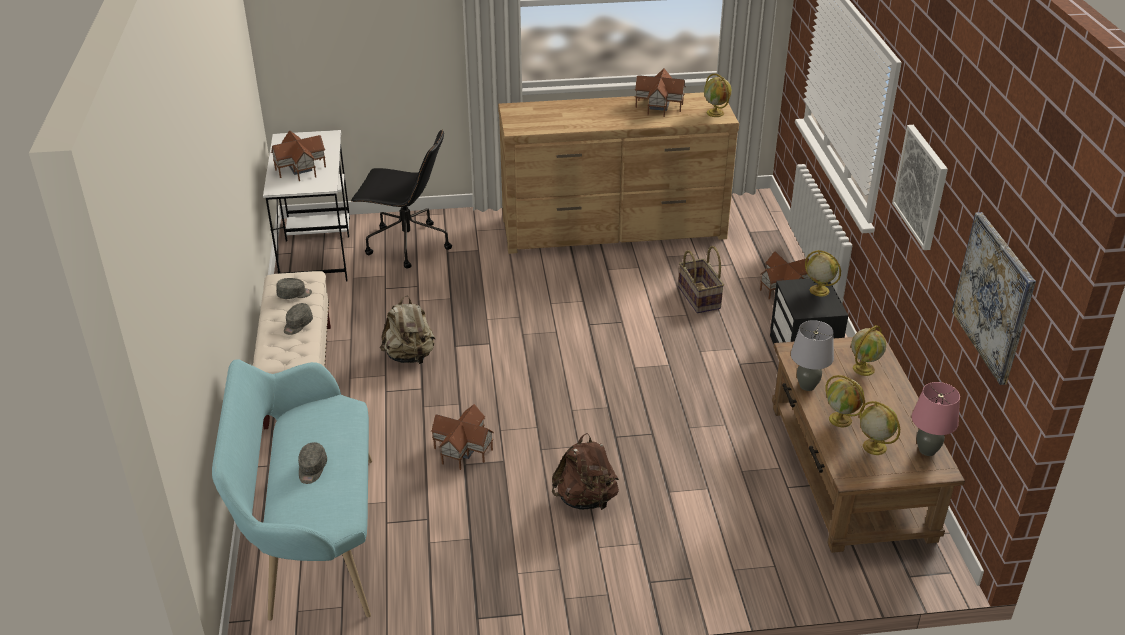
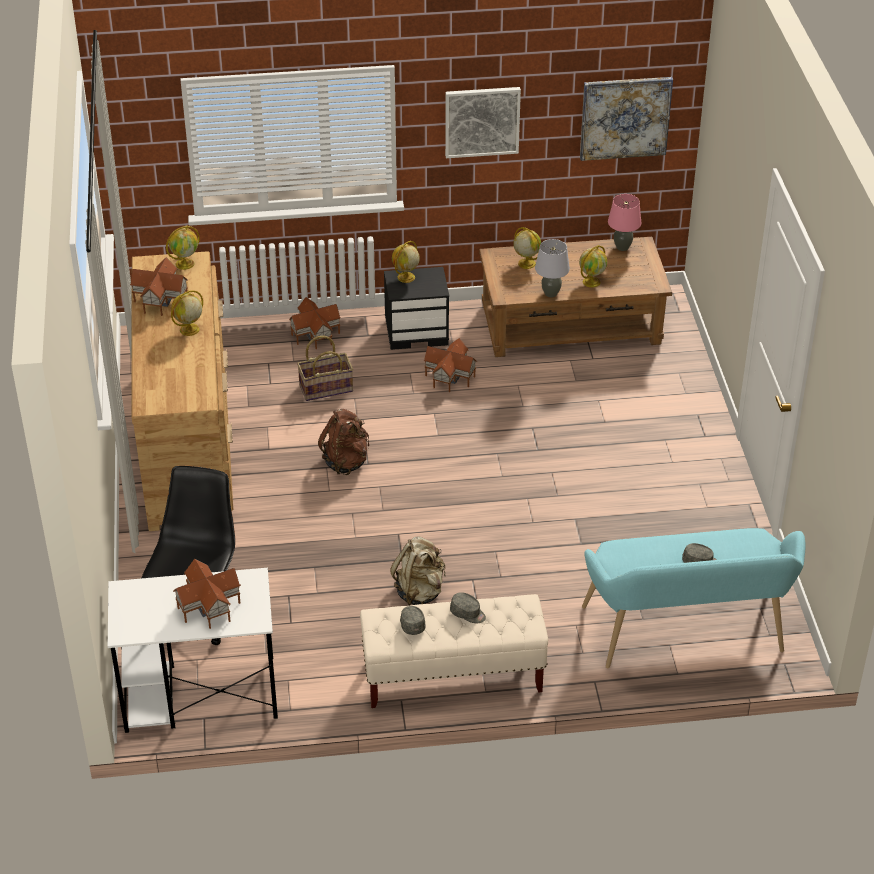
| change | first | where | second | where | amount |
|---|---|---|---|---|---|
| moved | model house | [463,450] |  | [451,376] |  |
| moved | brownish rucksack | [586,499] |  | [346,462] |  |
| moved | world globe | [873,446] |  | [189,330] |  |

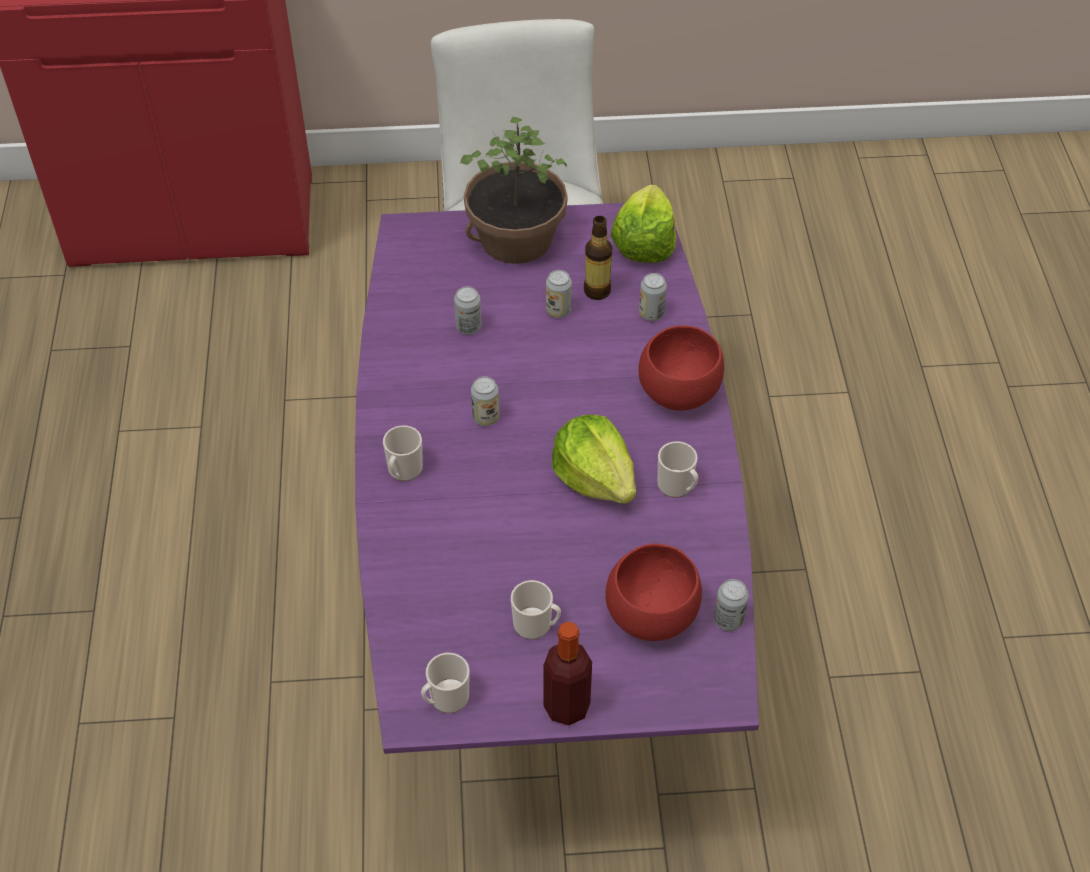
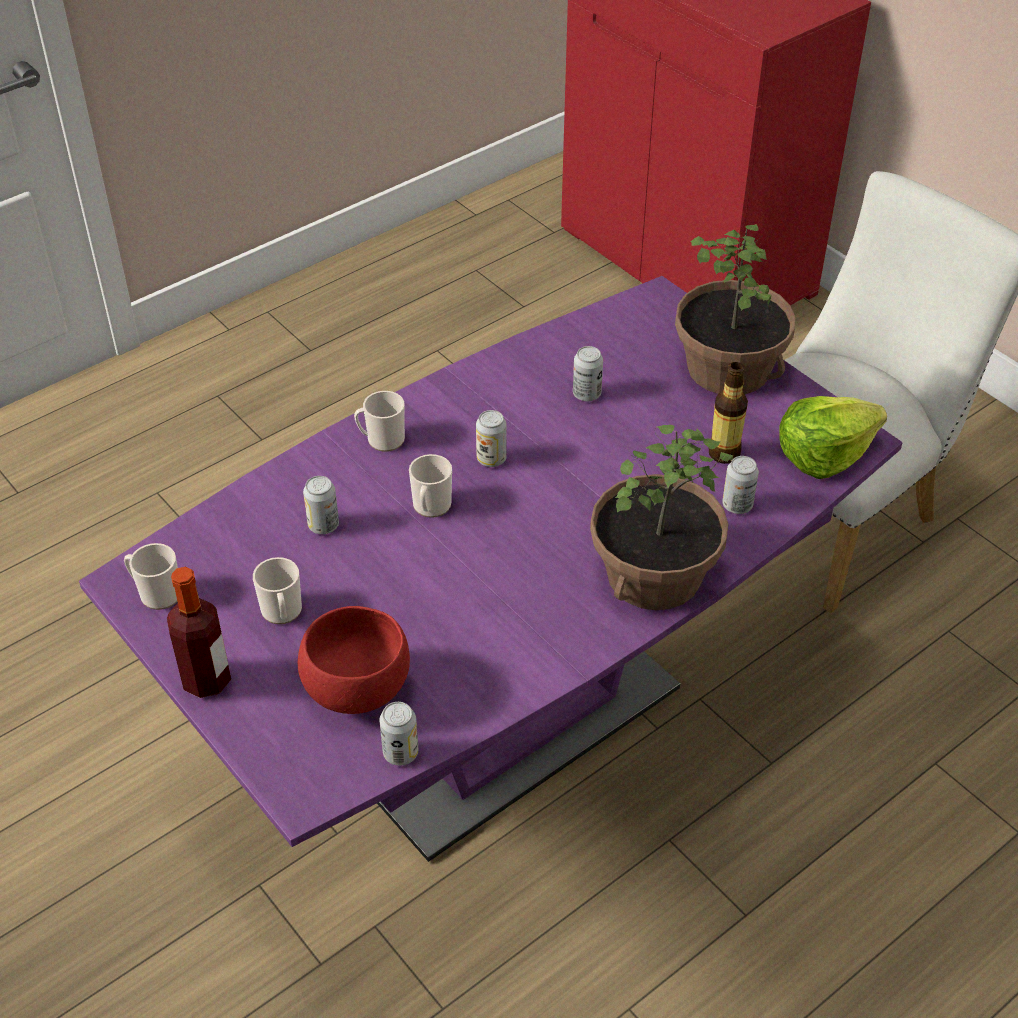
| change | first | where | second | where | amount |
|---|---|---|---|---|---|
| moved | can | [558,310] |  | [323,525] |  |
| removed | lettuce | [595,477] |  |  |  |
| replaced | red-coloured deep dish | [676,393] | potted plant | [653,574] |  |
| moved | coffee mug | [677,487] |  | [430,507] |  |

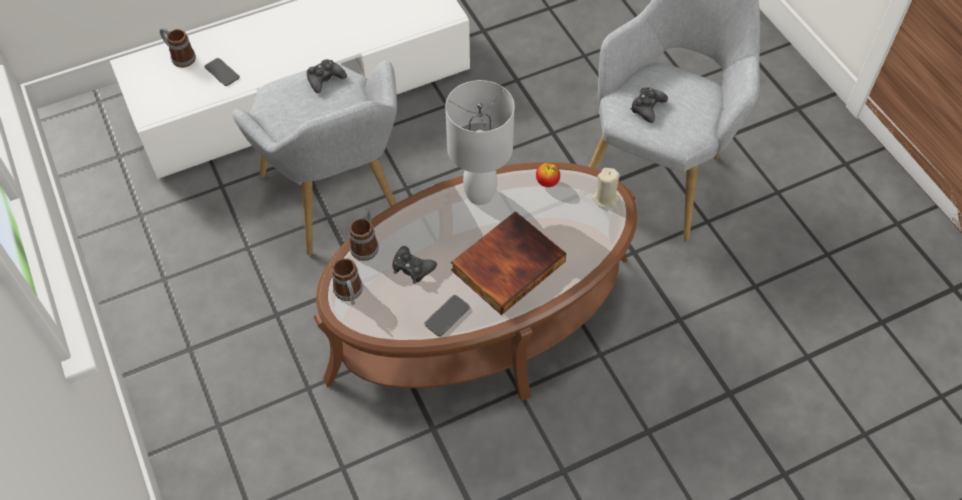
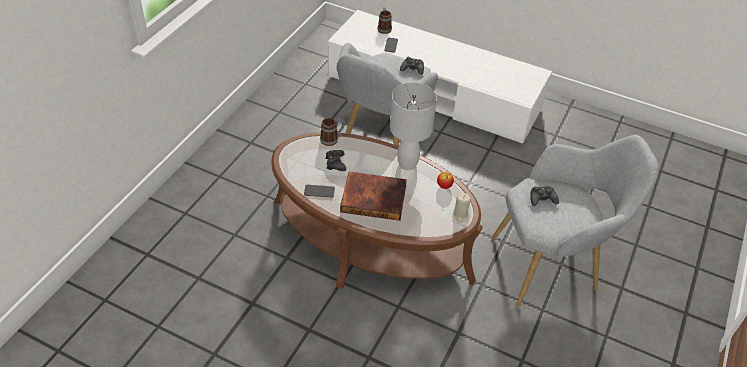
| change | first | where | second | where | amount |
|---|---|---|---|---|---|
| removed | coffee mug | [349,294] |  |  |  |

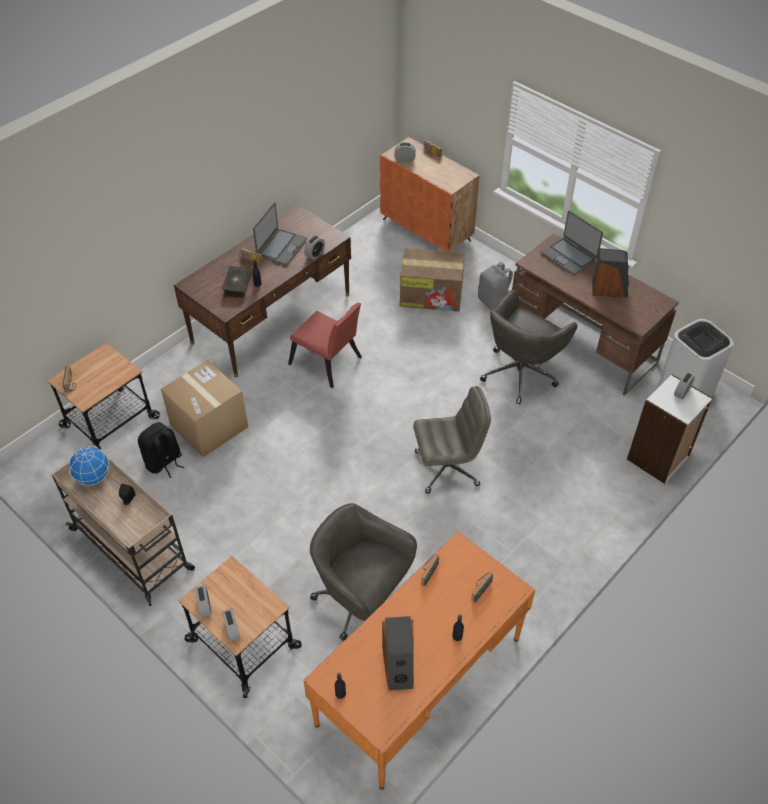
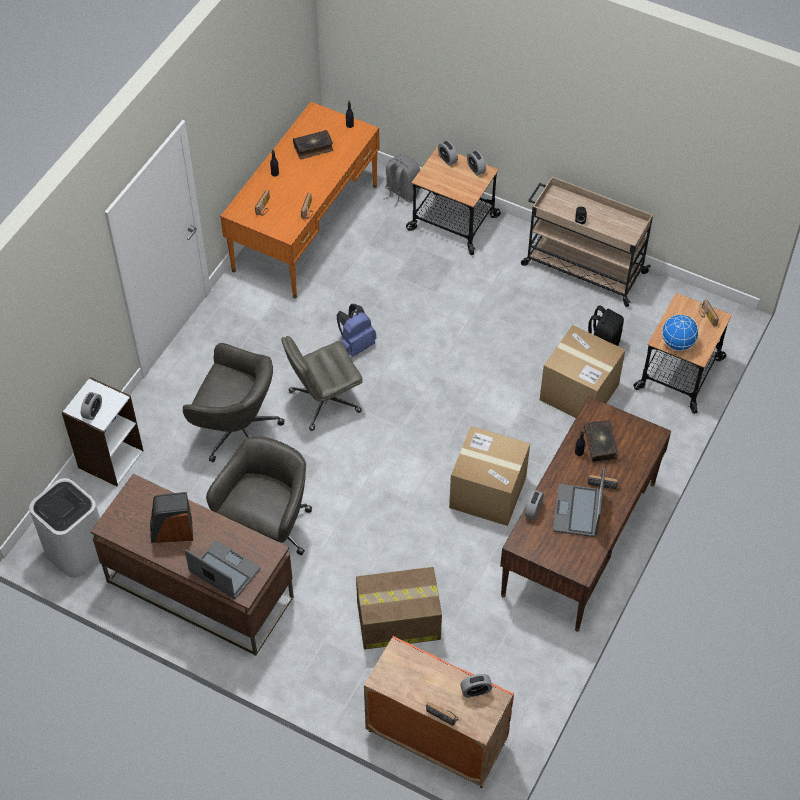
| change | first | where | second | where | amount |
|---|---|---|---|---|---|
| moved | world globe | [93,477] |  | [677,343] |  |
| replaced | red-coloured plain chair | [328,363] | carton | [488,492] |  |
| moved | gray office chair | [361,600] |  | [237,431] |  |
| replaced | speaker | [399,666] | volume | [313,148] |  |
| moved | gray rucksack | [494,302] |  | [401,193] |  |
| added |  |  | blue rucksack | [356,345] |  |

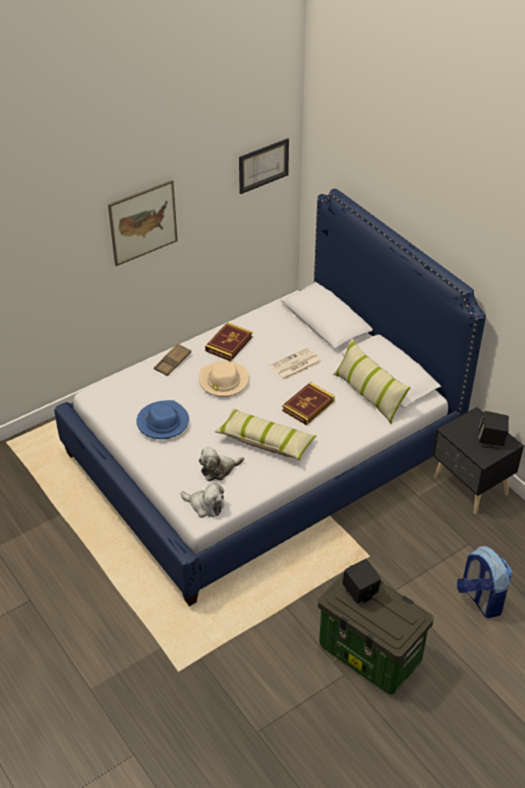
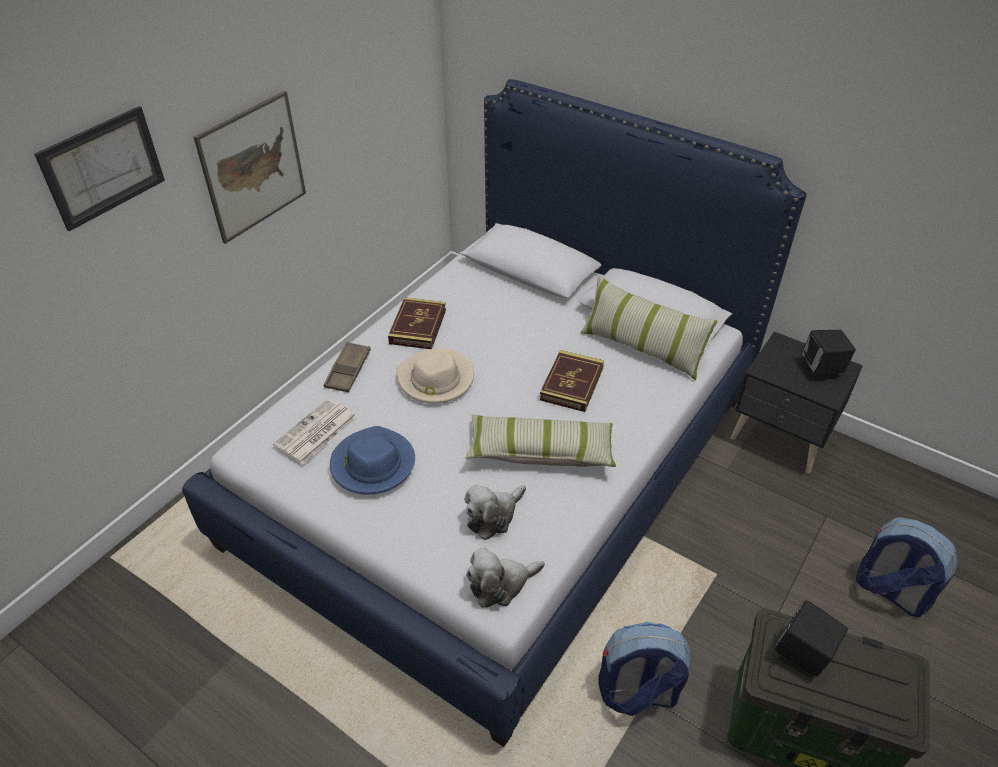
| change | first | where | second | where | amount |
|---|---|---|---|---|---|
| turned | soft toy | [205,506] |  | [501,584] | 150 degrees clockwise |
| moved | picture | [263,165] |  | [103,167] |  |
| moved | newspaper | [295,365] |  | [316,432] |  |
| added |  |  | rucksack | [637,692] |  |

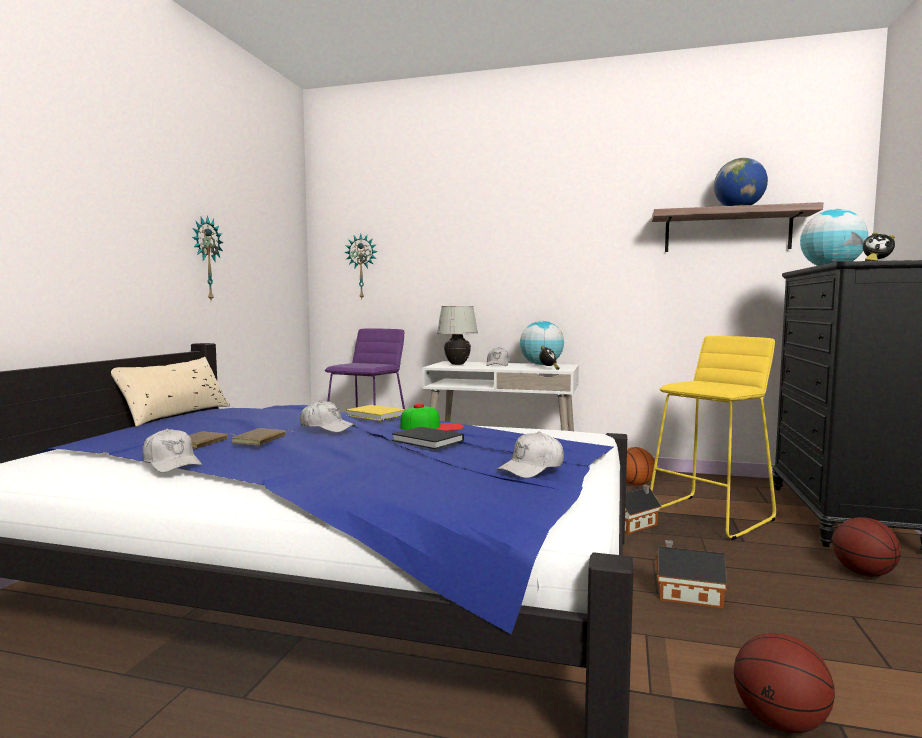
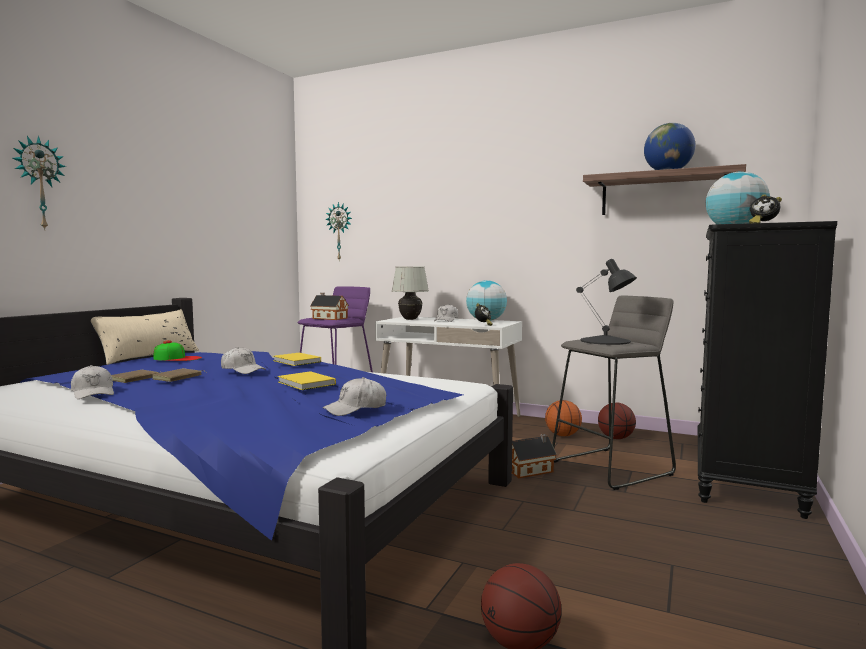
| change | first | where | second | where | amount |
|---|---|---|---|---|---|
| moved | clock on the wall | [206,259] |  | [39,183] |  |
| recoloured | black volume | [428,441] | yellow volume | [306,383] |  |
| moved | cap | [432,427] |  | [177,358] |  |
| recoloured | yellow sitting stool | [710,516] | gray sitting stool | [611,468] |  |
| moved | model house | [686,594] |  | [329,318] |  |
| moved | basketball | [863,573] |  | [616,438] |  |
| added |  |  | black lamp for a table | [606,341] |  |

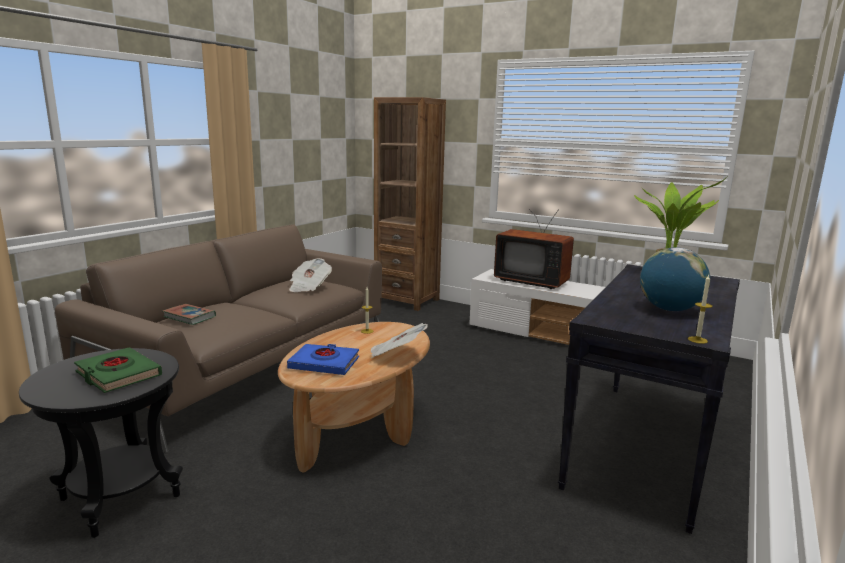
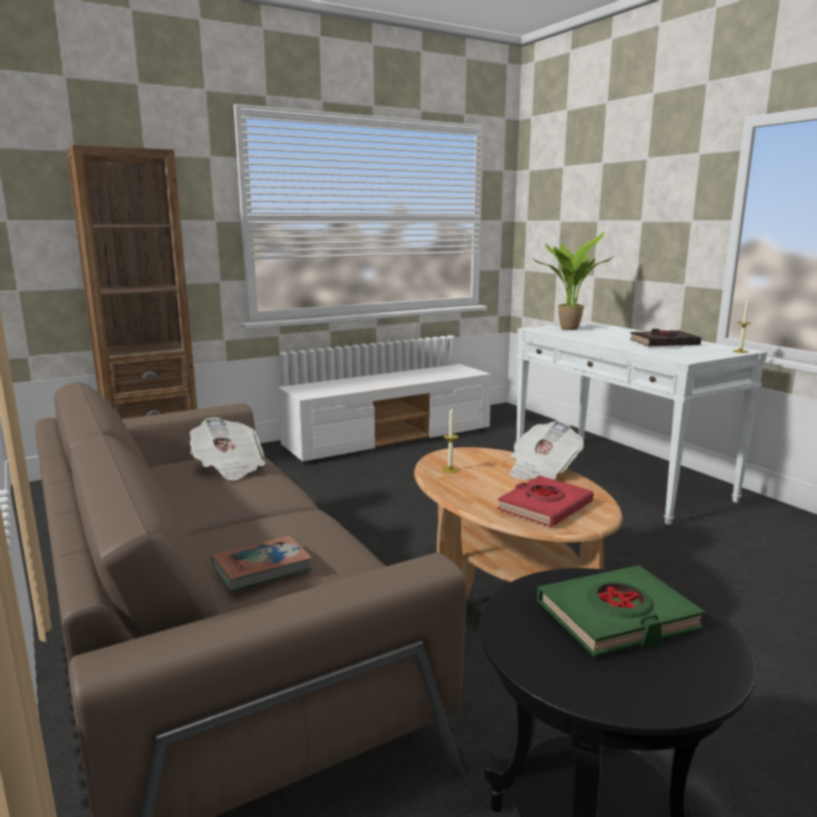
| change | first | where | second | where | amount |
|---|---|---|---|---|---|
| recoloured | blue volume | [324,364] | red-coloured volume | [544,507] |  |
| removed | TV set | [532,281] |  |  |  |
| recoloured | black narrow table | [645,447] | white narrow table | [618,476] |  |
| replaced | world globe | [669,309] | black volume | [663,343] |  |

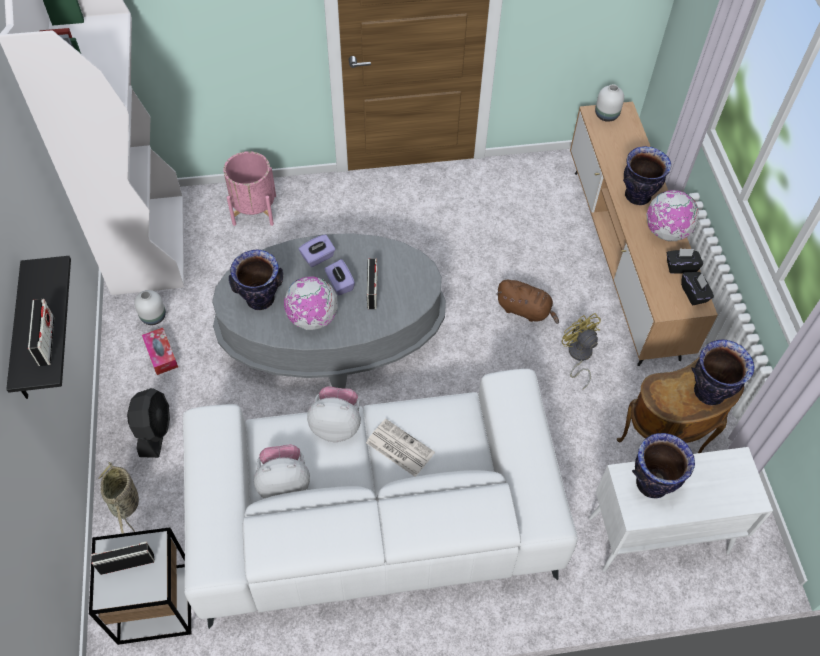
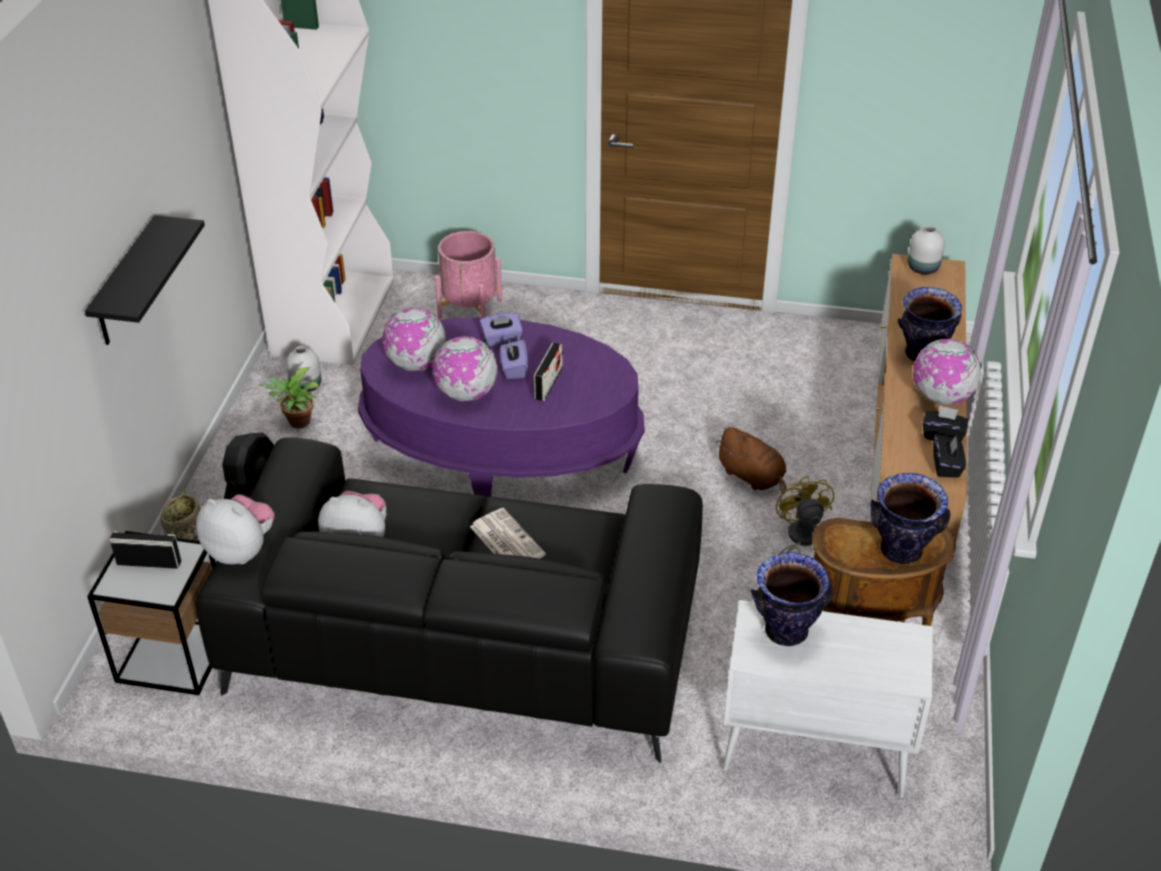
| change | first | where | second | where | amount |
|---|---|---|---|---|---|
| removed | radio | [46,341] |  |  |  |
| replaced | tissue holder | [161,354] | potted plant | [297,423] |  |
| recoloured | white couch | [374,517] | black couch | [463,639] |  |
| recoloured | gray lounge table | [333,335] | purple-coloured lounge table | [502,449] |  |
| replaced | vase | [260,300] | world globe | [416,364] |  |
| moved | soft toy | [336,425] |  | [241,550] |  |

